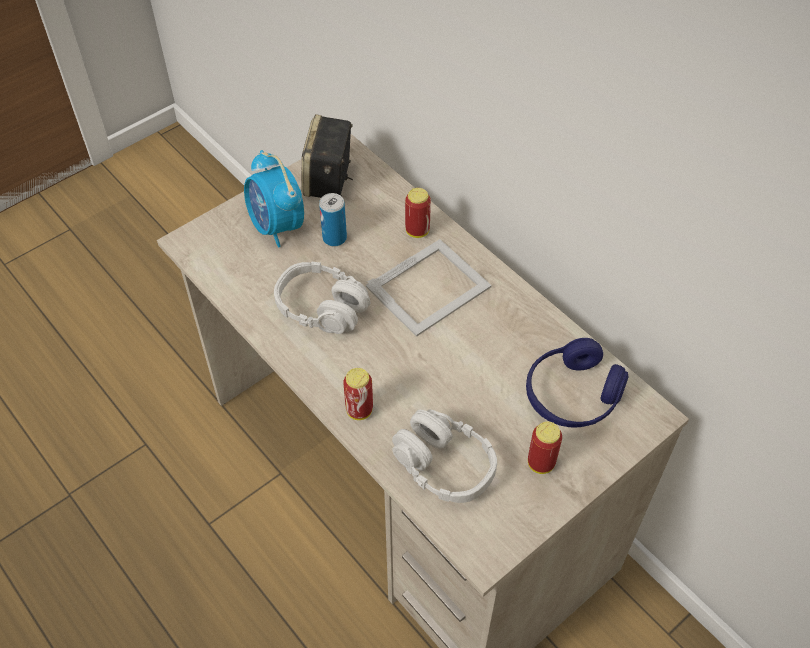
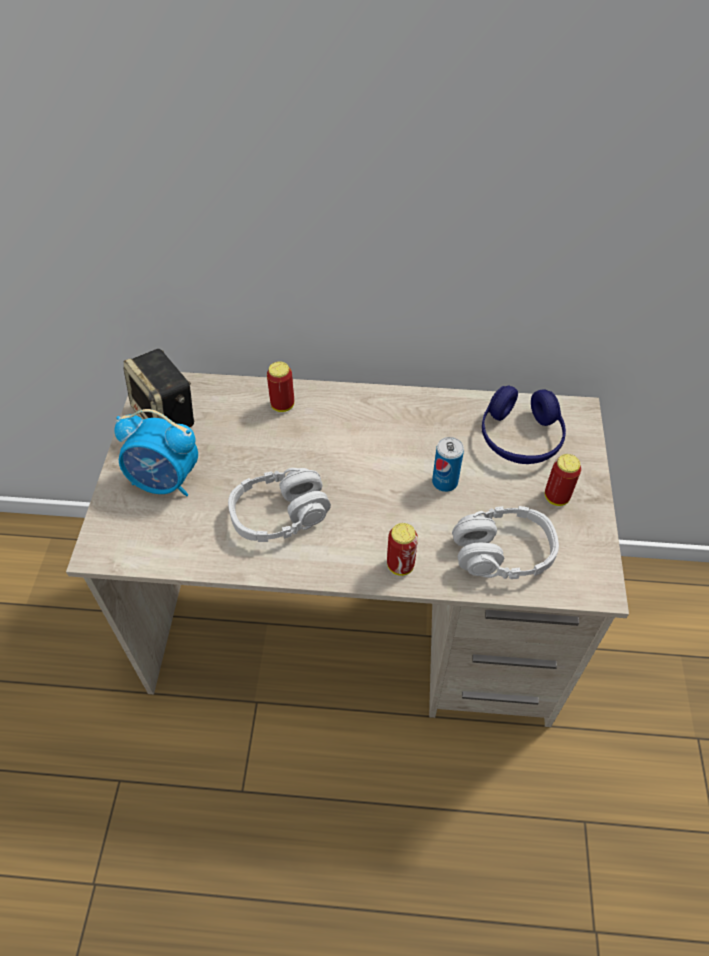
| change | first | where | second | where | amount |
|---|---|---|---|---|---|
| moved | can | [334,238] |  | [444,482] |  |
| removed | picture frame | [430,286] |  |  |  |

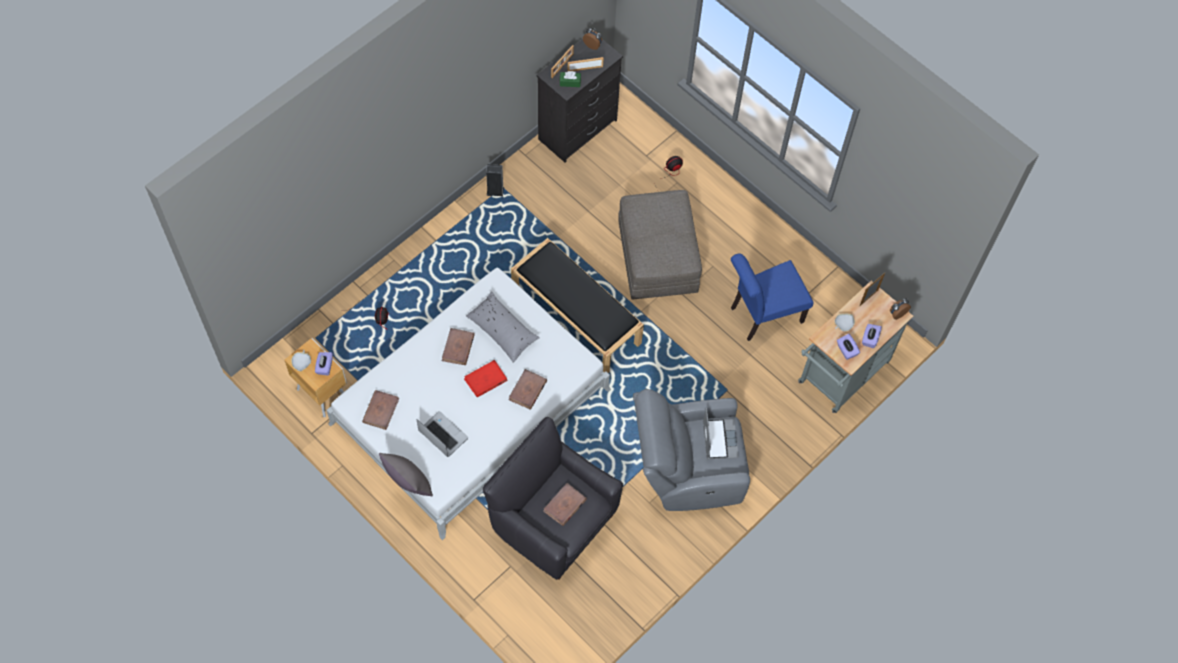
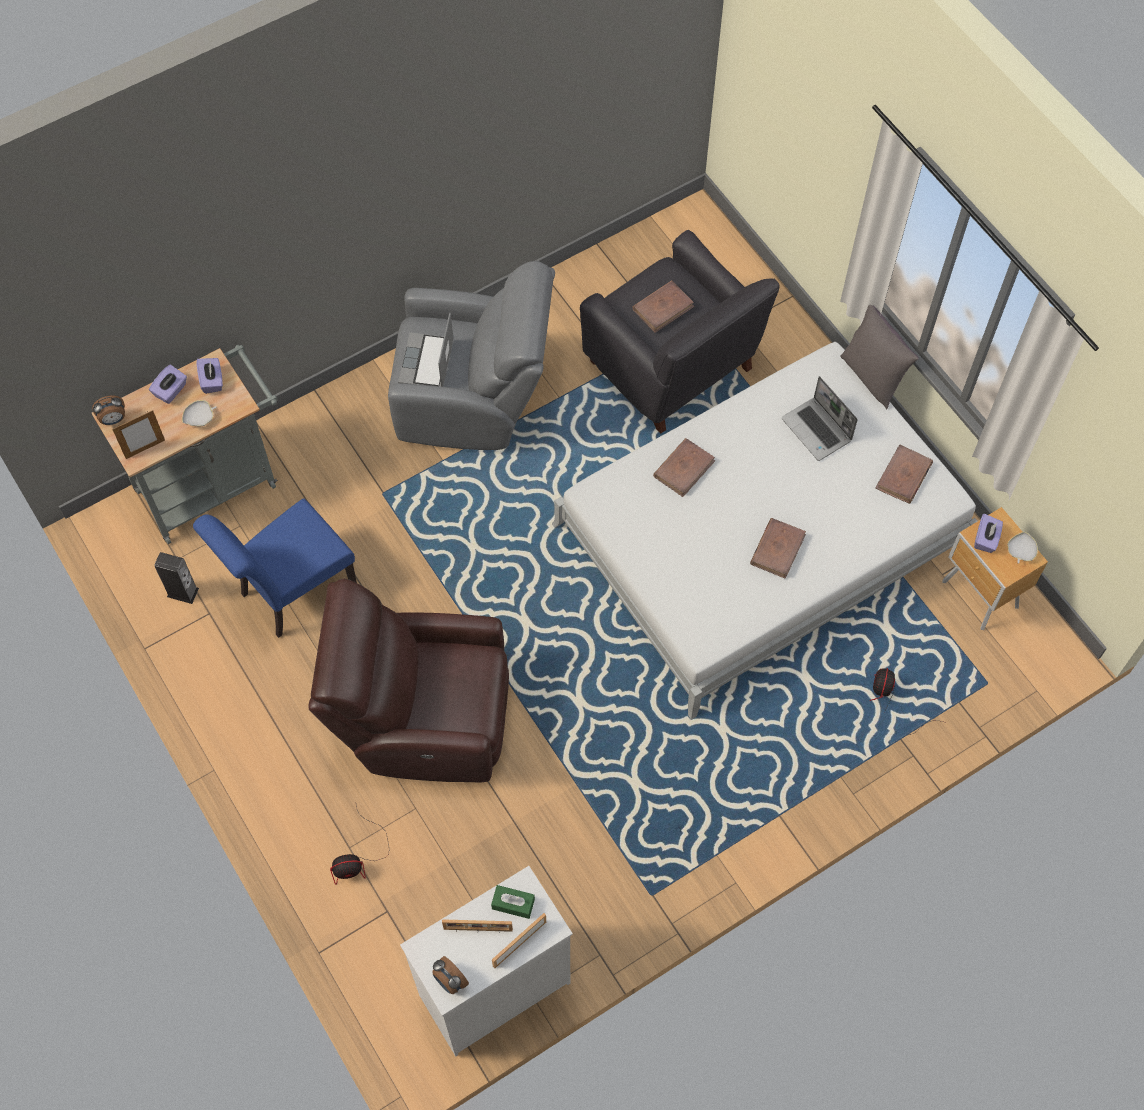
| change | first | where | second | where | amount |
|---|---|---|---|---|---|
| removed | red-coloured volume | [485,380] |  |  |  |
| removed | gray cushion | [502,330] |  |  |  |
| moved | speaker | [495,191] |  | [182,592] |  |
| removed | black long seat | [575,316] |  |  |  |
| recoloured | black drawer chest | [578,129] | white drawer chest | [493,989] |  |
| replaced | gray ottoman | [658,258] | brownish lounge chair | [423,716] |  |
| turned | blue plain chair | [762,315] |  | [291,592] | 150 degrees clockwise |

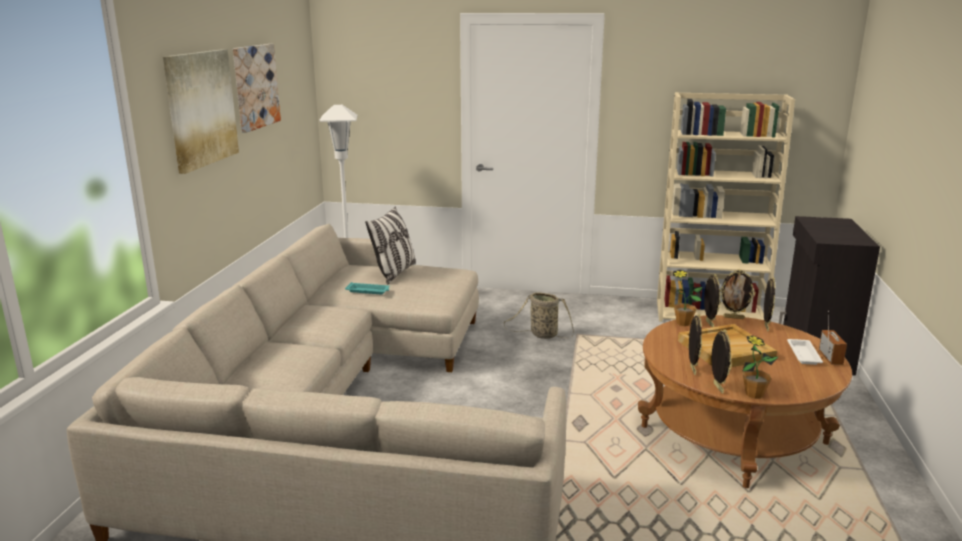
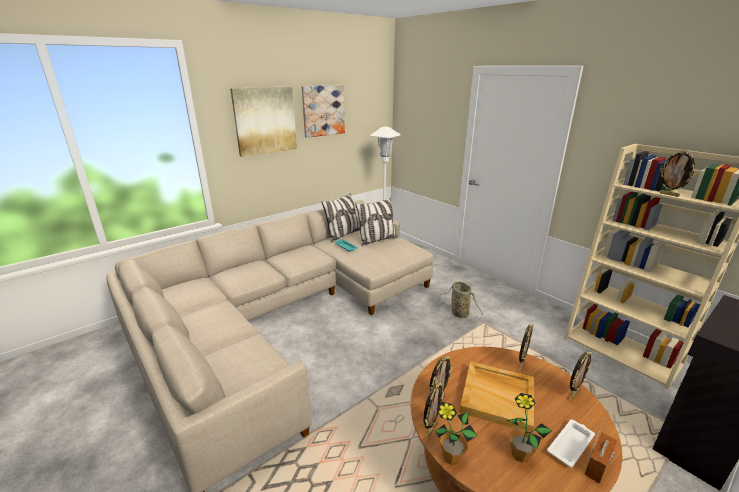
| change | first | where | second | where | amount |
|---|---|---|---|---|---|
| moved | potted plant | [683,323] |  | [520,455] |  |
| moved | picture frame | [733,317] |  | [669,194] |  |
| added |  |  | cushion | [343,235] |  |

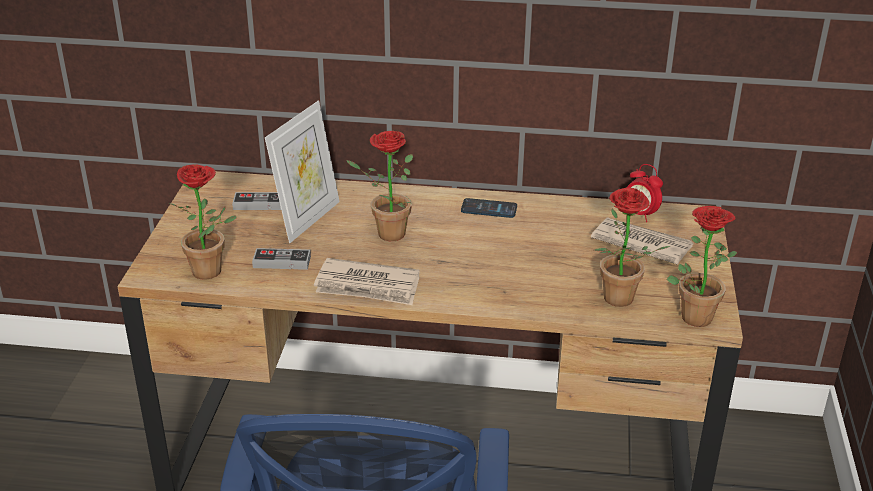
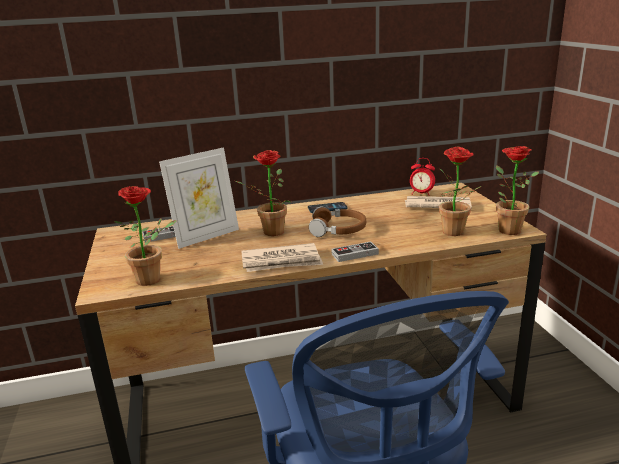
| change | first | where | second | where | amount |
|---|---|---|---|---|---|
| moved | joypad | [282,262] |  | [355,254] |  |
| turned | picture frame | [307,219] |  | [206,236] | 45 degrees clockwise |
| added |  |  | brownish headphones | [338,230] |  |

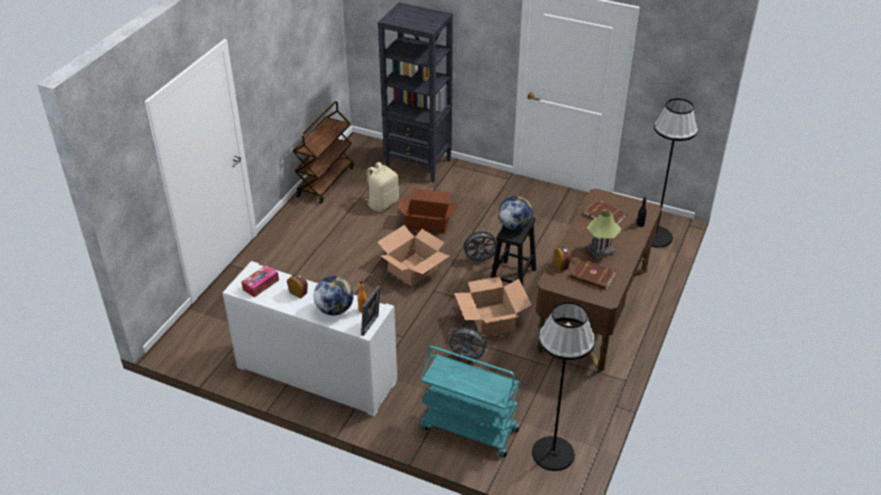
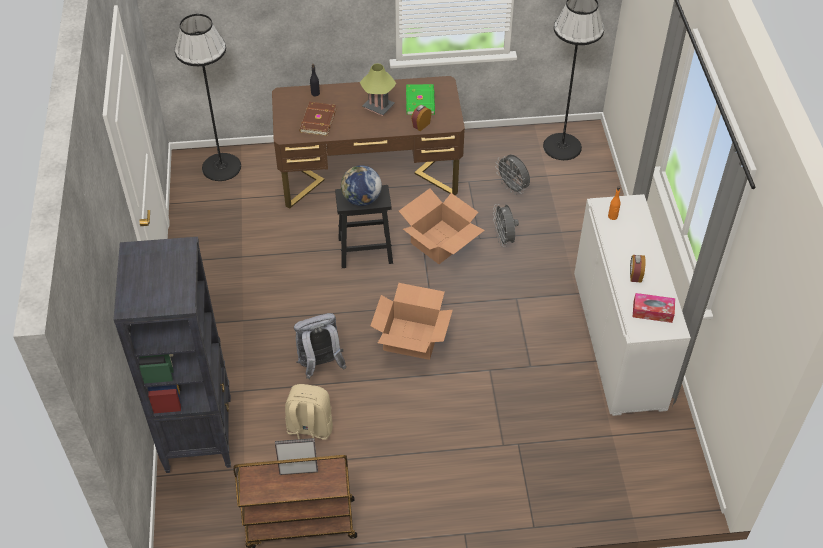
| change | first | where | second | where | amount |
|---|---|---|---|---|---|
| removed | world globe | [334,309] |  |  |  |
| moved | picture frame | [371,326] |  | [298,470] |  |
| replaced | carton | [427,223] | gray rucksack | [320,364] |  |
| removed | blue-green trolley | [468,429] |  |  |  |
| moved | gray cooling fan | [479,260] |  | [513,188] |  |
| recoloured | brownish volume | [592,276] | greenish volume | [421,101] |  |

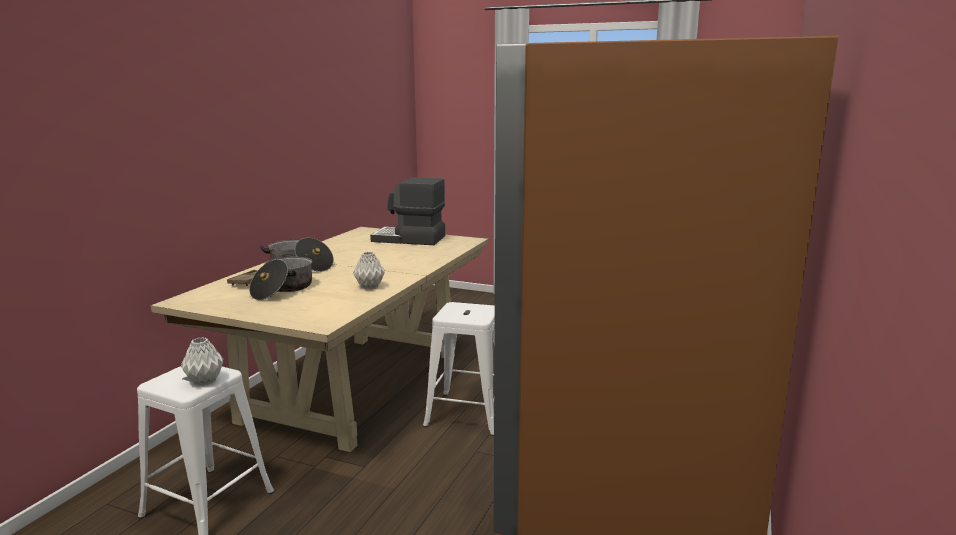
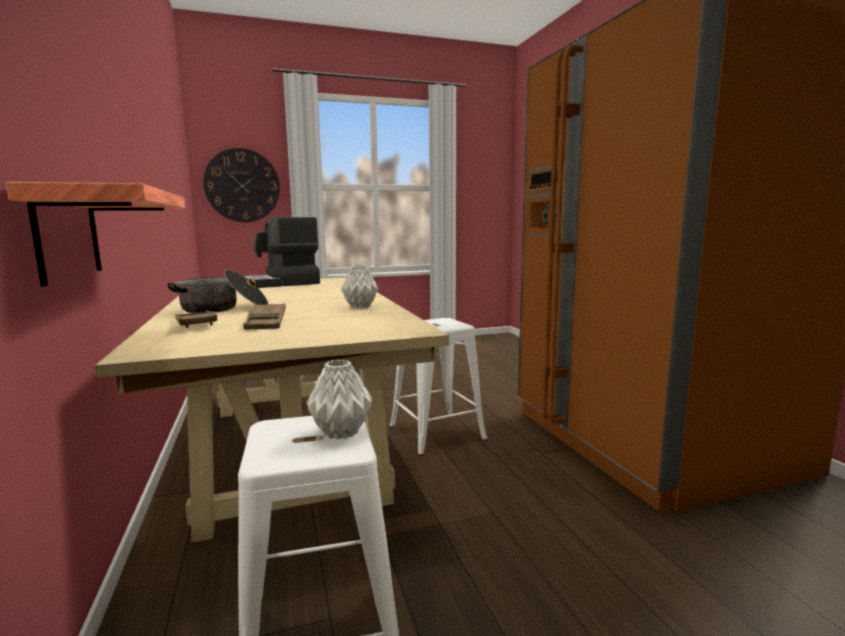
| change | first | where | second | where | amount |
|---|---|---|---|---|---|
| replaced | stockpot | [283,289] | brownish tray | [266,322] |  |
| added |  |  | bracket shelf | [67,234] |  |
| added |  |  | clock on the wall | [242,185] |  |

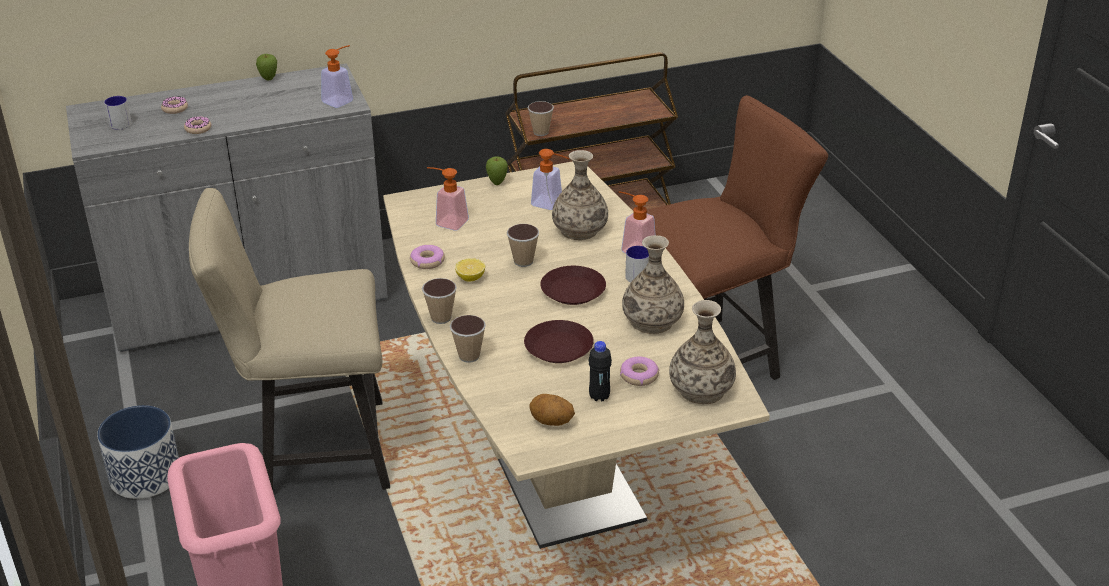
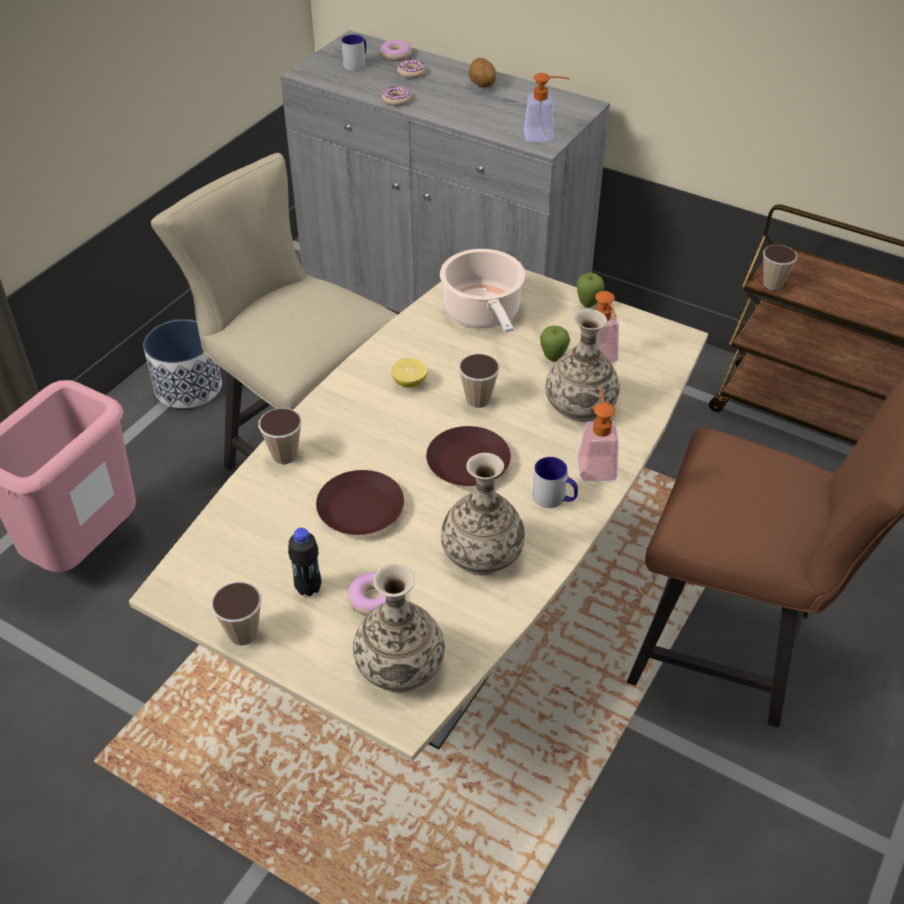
| change | first | where | second | where | amount |
|---|---|---|---|---|---|
| moved | apple | [269,79] |  | [553,359] |  |
| moved | doughnut | [427,261] |  | [396,55] |  |
| moved | cup | [441,318] |  | [243,633] |  |
| replaced | soap dispenser | [447,222] | stockpot | [483,313] |  |
| moved | spud | [551,422] |  | [481,85] |  |

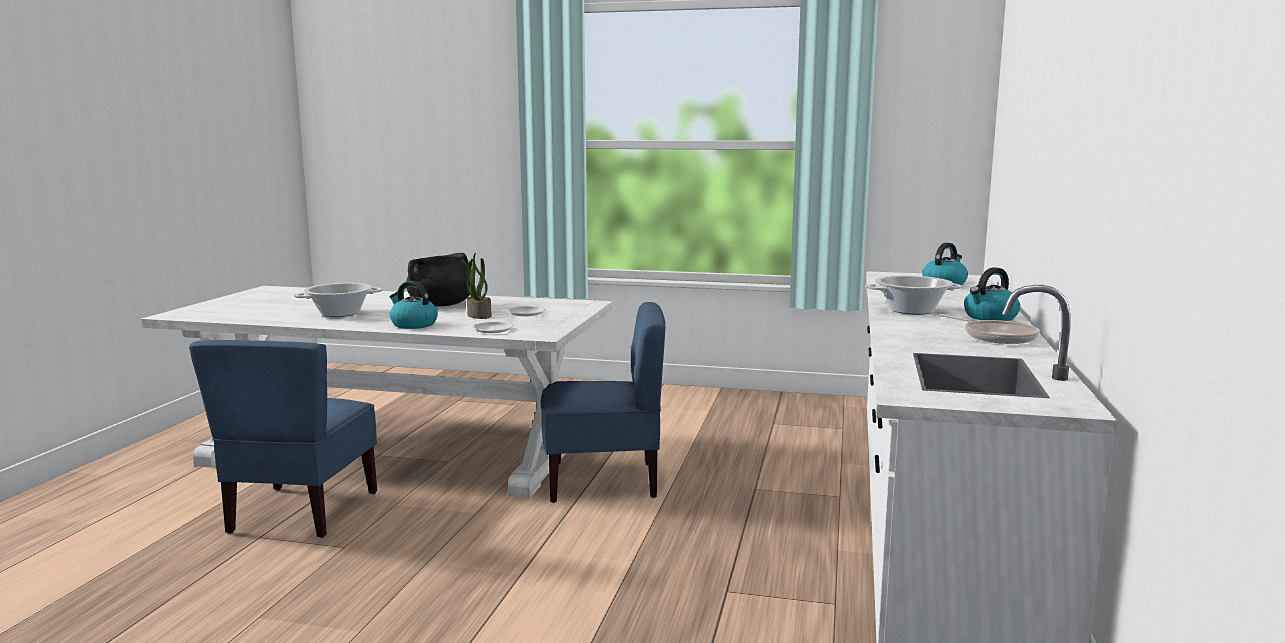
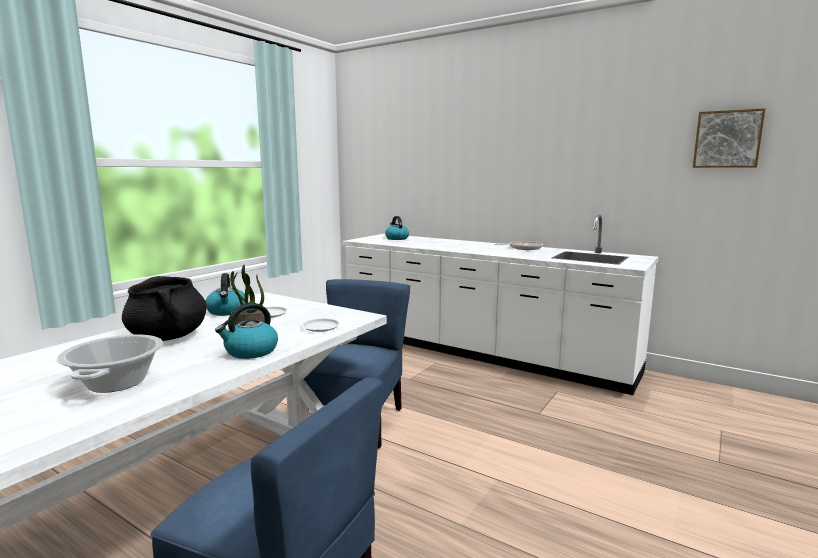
| change | first | where | second | where | amount |
|---|---|---|---|---|---|
| removed | stockpot | [911,310] |  |  |  |
| moved | kettle | [990,317] |  | [227,311] |  |
| added |  |  | picture | [727,139] |  |

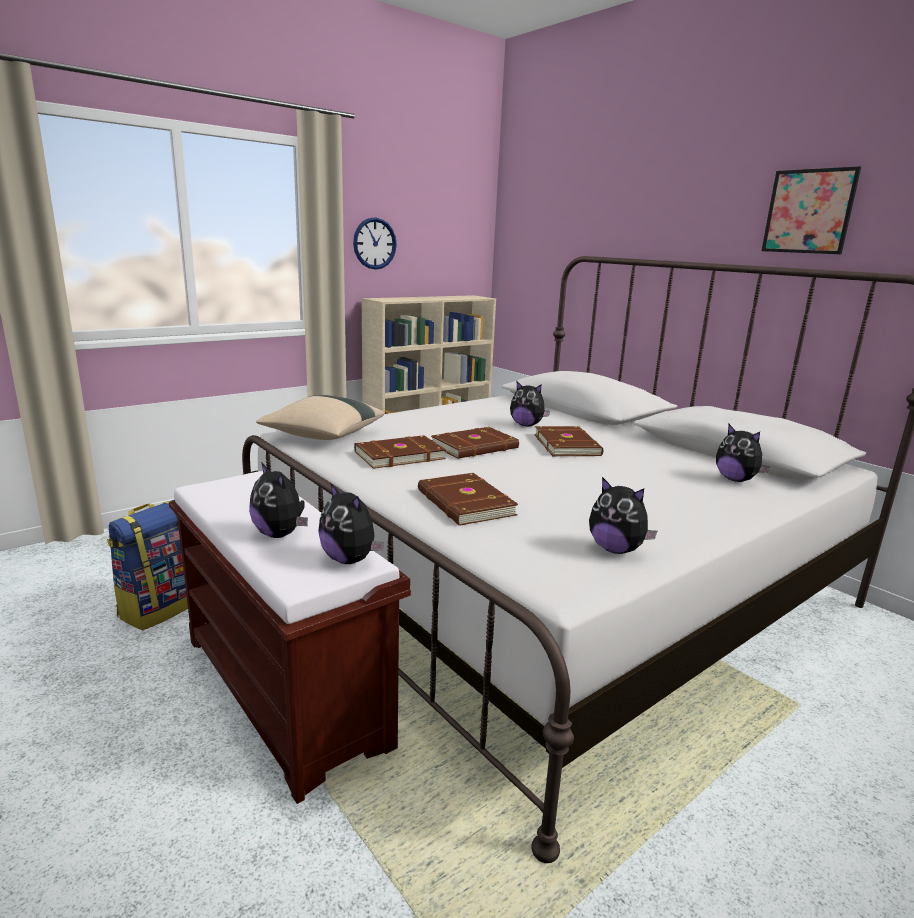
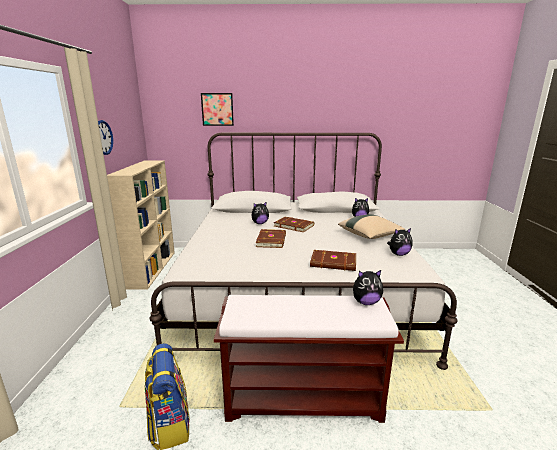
| change | first | where | second | where | amount |
|---|---|---|---|---|---|
| removed | soft toy | [280,534] |  |  |  |
| moved | sand-coloured cushion | [322,436] |  | [370,236] |  |
| removed | brownish volume | [398,455] |  |  |  |
| moved | picture | [809,211] |  | [217,109] |  |

